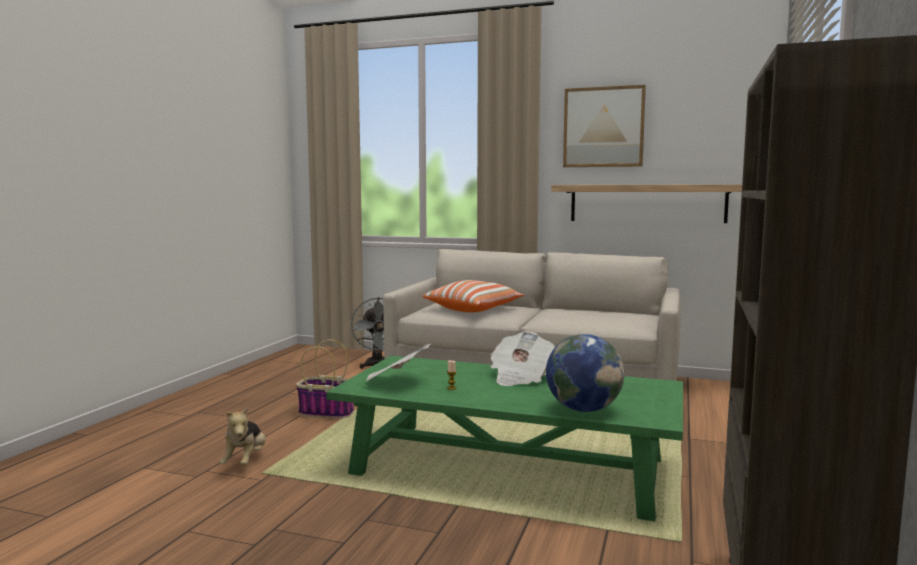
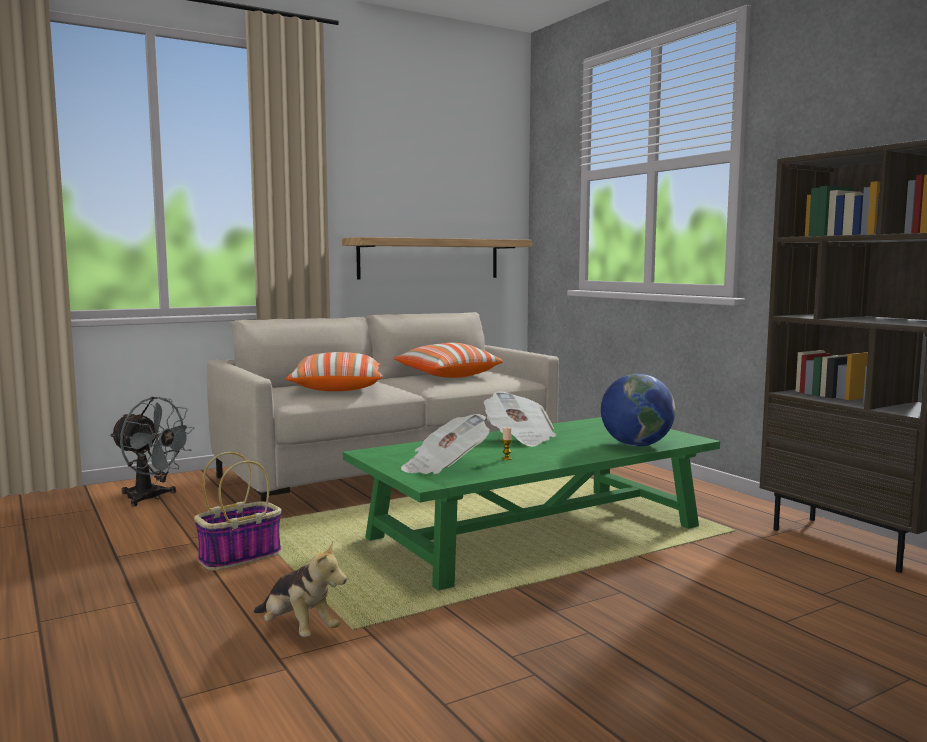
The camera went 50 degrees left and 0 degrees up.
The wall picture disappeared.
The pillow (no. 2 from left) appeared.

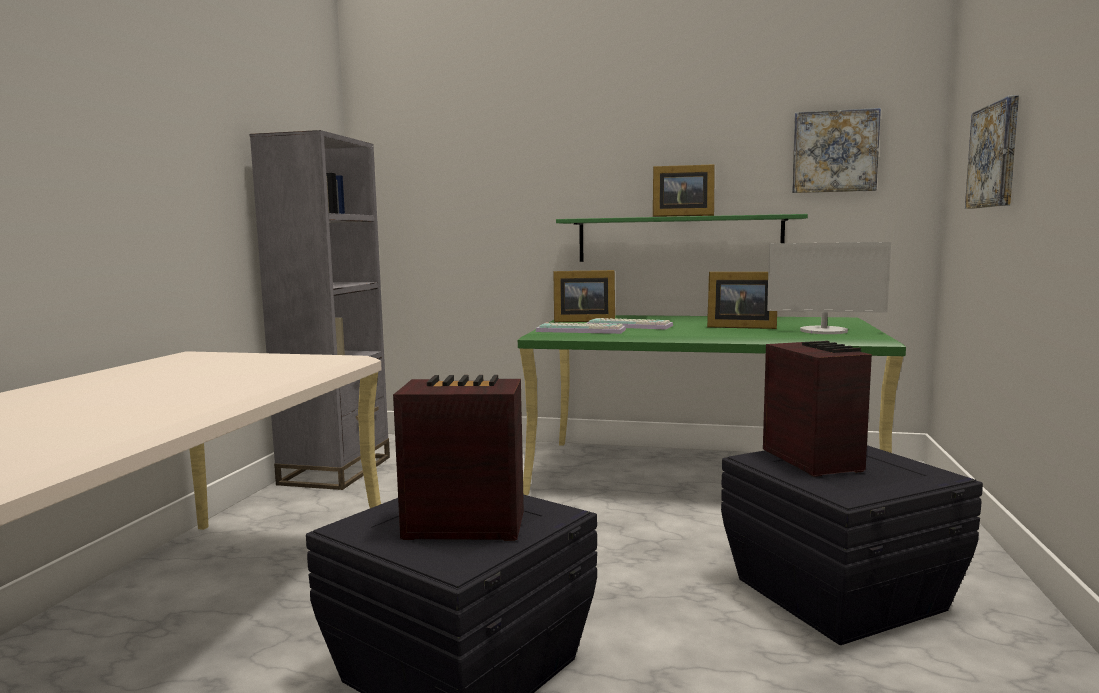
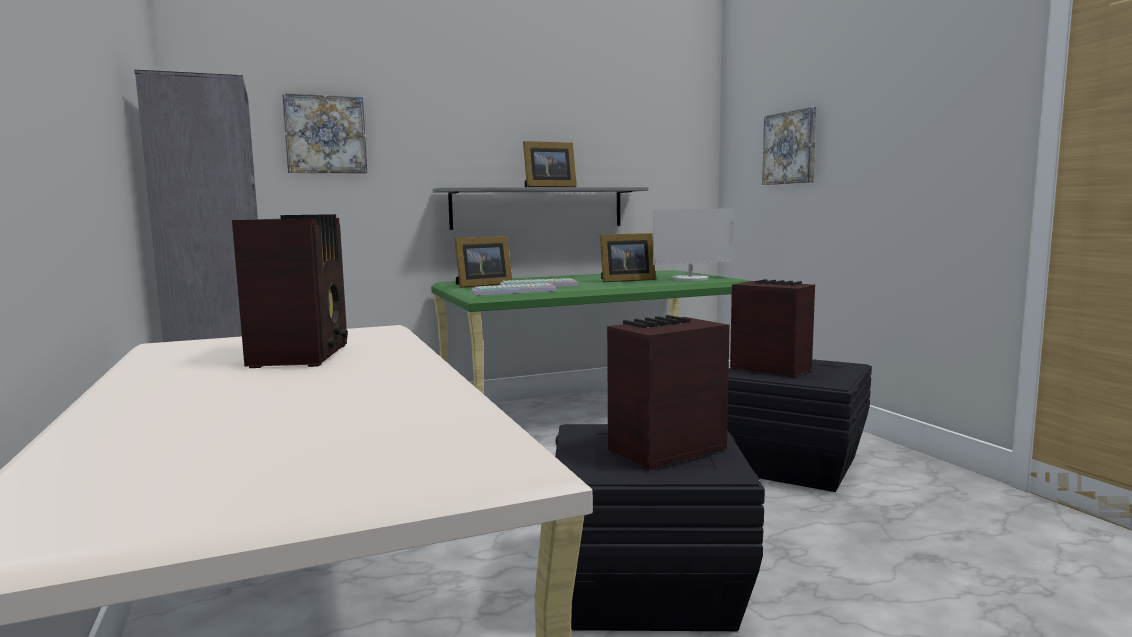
The camera went 35 degrees left and 0 degrees up.
The wall picture (no. 1 from left) moved.
The wall shelf/greenish became the wall shelf/greyish.
The radio (no. 1 from left) appeared.

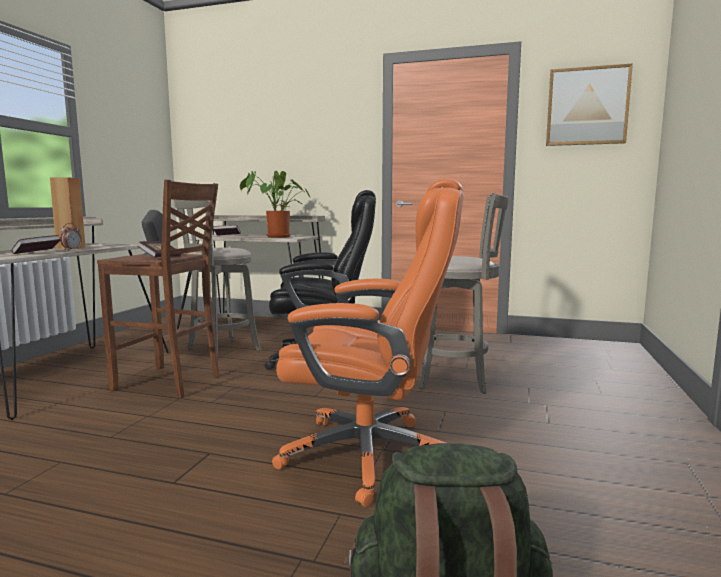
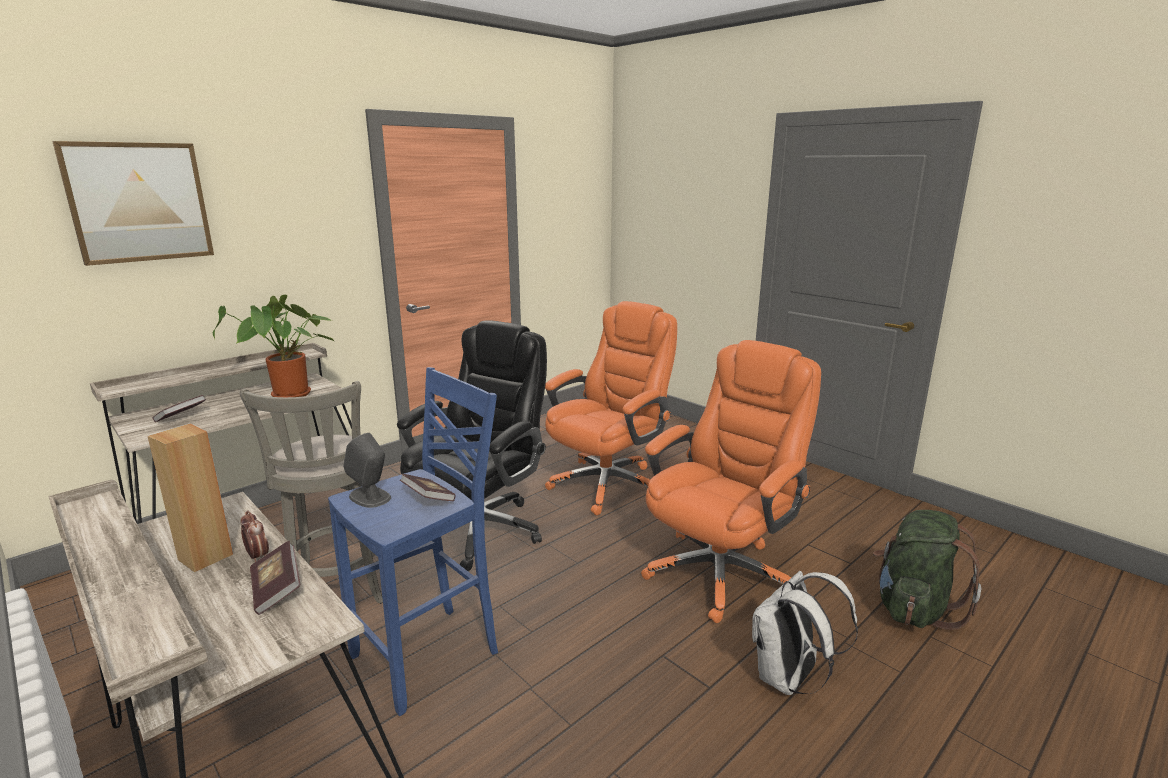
The camera went 60 degrees left and 10 degrees up.
The wall picture moved.
The stool/brownish became the stool/bluish.
The stool/greyish (no. 2 from left) was replaced by the office chair/orangey (no. 1 from left).
The knapsack/white appeared.

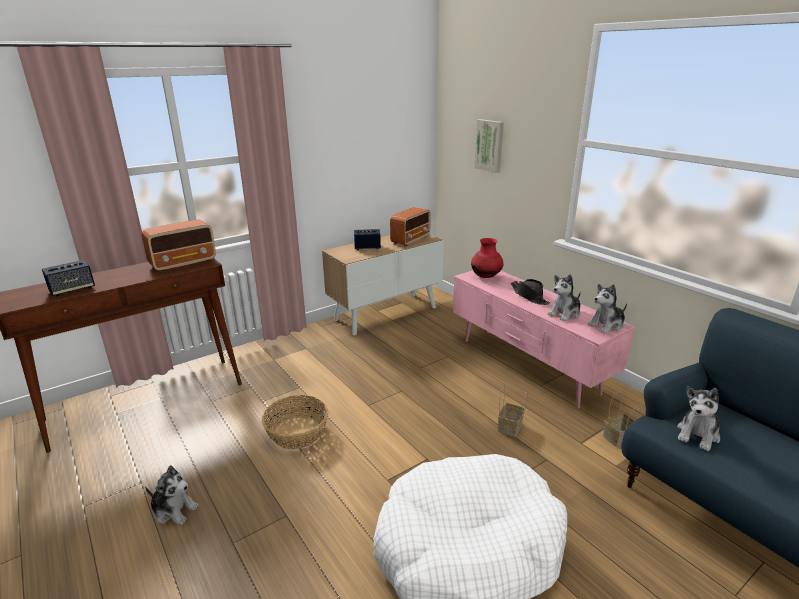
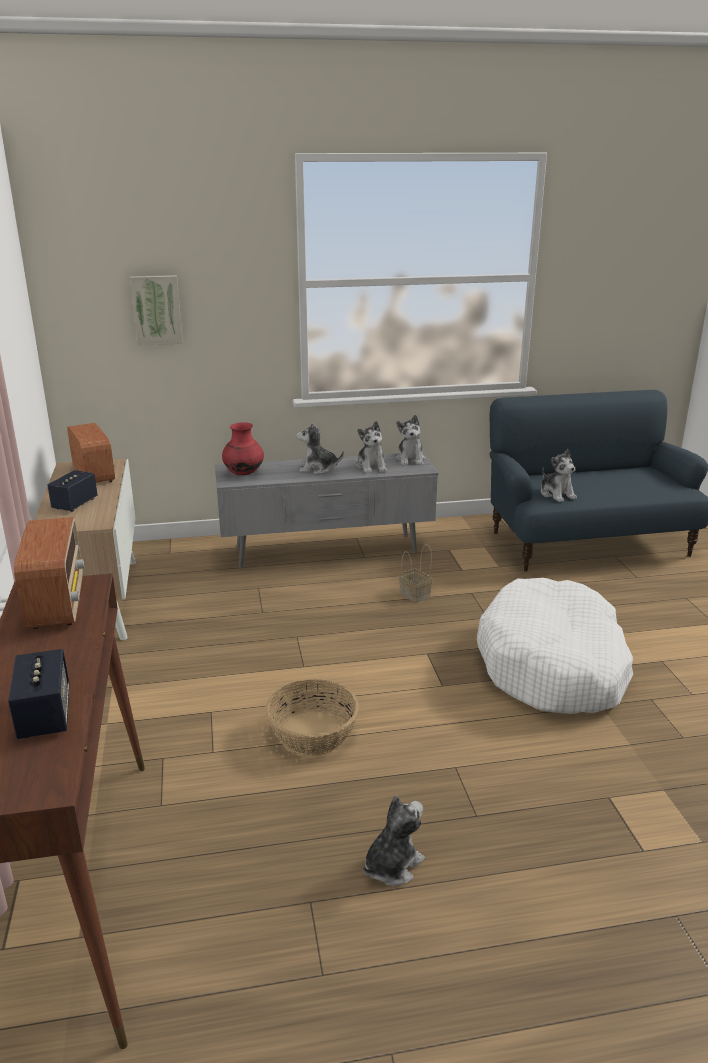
The camera went 65 degrees left and 0 degrees up.
The tv stand/pinkish became the tv stand/greyish.
The hat/black was replaced by the cuddly toy (no. 1 from left).
The basket (no. 3 from left) disappeared.

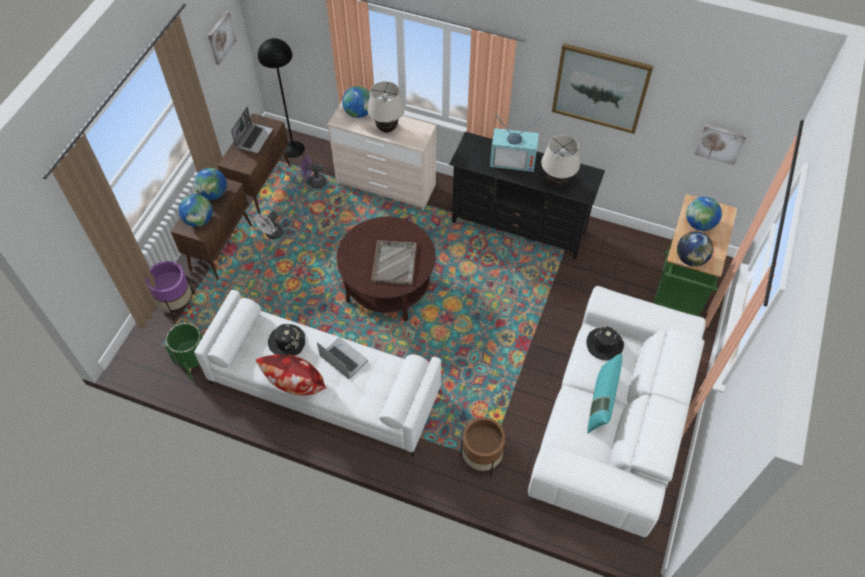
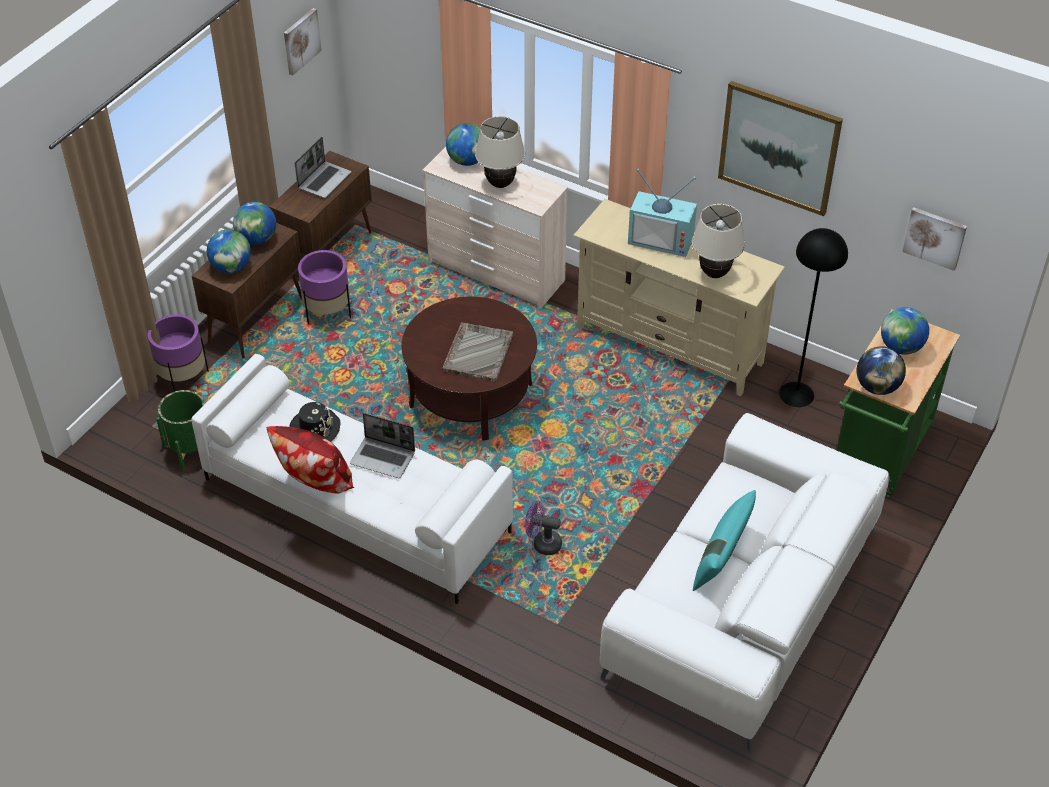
The camera went 10 degrees right and 10 degrees down.
The floor lamp/black moved.
The tv stand/black became the tv stand/sand-coloured.
The fan/purple moved.
The fan/white was replaced by the flower pot/purple (no. 2 from left).
The hat/black (no. 2 from left) disappeared.
The portable computer (no. 2 from left) turned 150 degrees clockwise.
The flower pot/brownish disappeared.

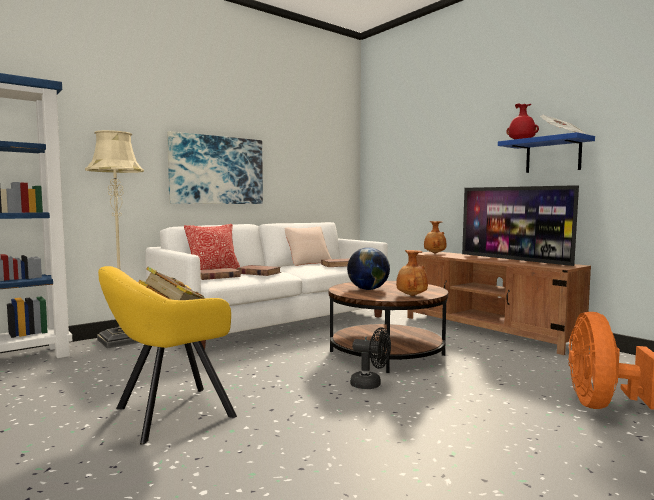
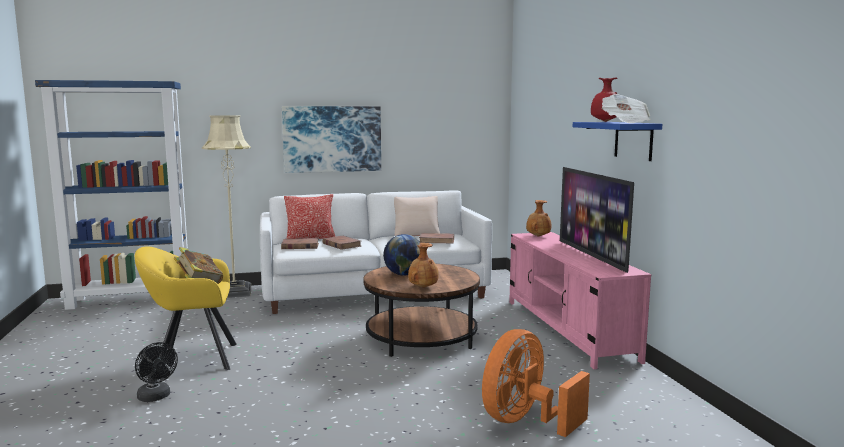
The camera went 25 degrees right and 5 degrees up.
The tv stand/brownish became the tv stand/pinkish.
The fan/black moved.

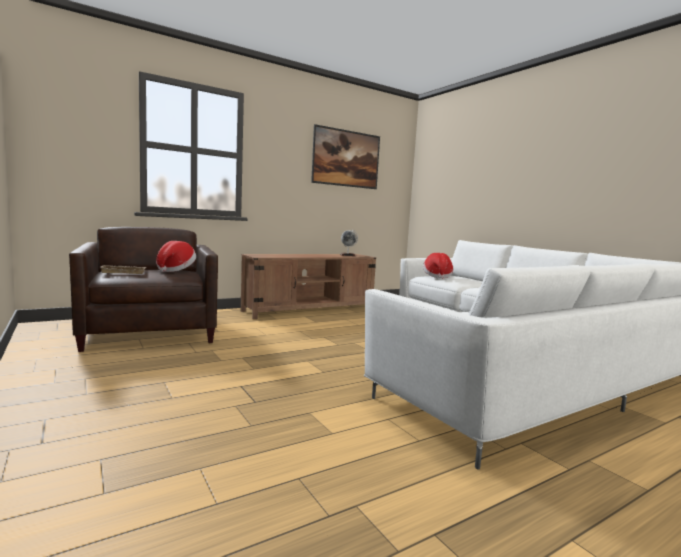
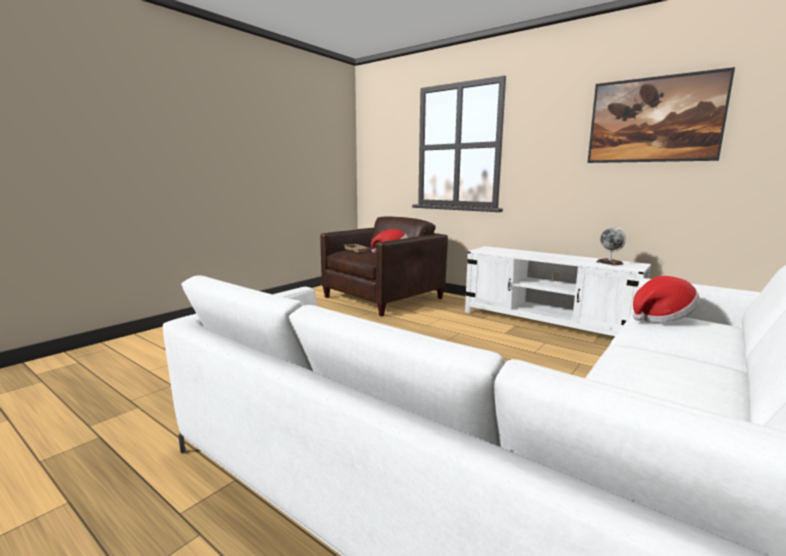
The camera went 70 degrees right and 5 degrees up.
The tv stand/brownish became the tv stand/white.

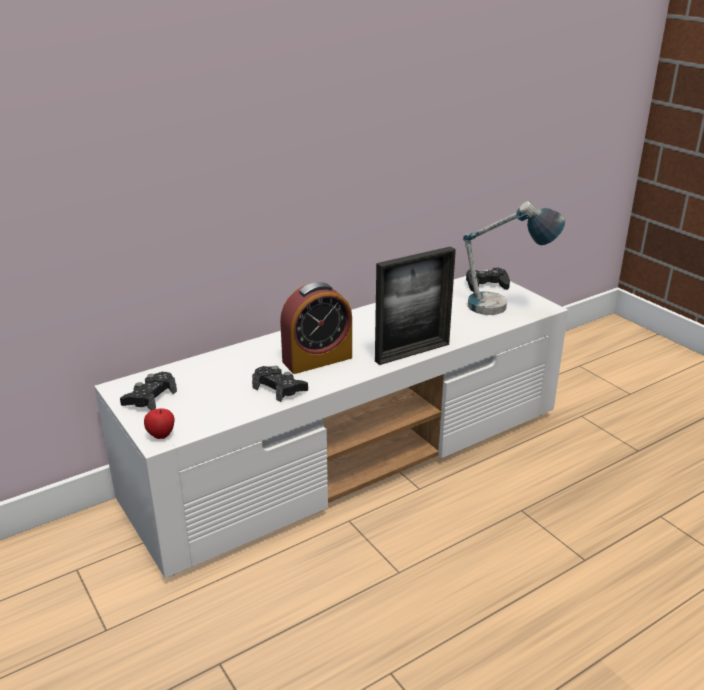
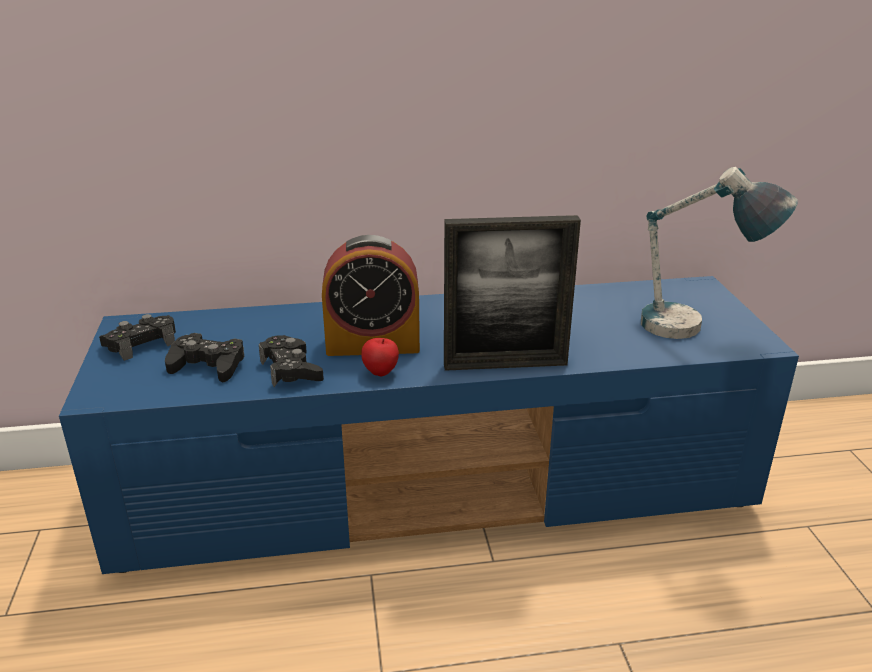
The camera went 25 degrees right and 0 degrees up.
The game controller/black (no. 3 from left in the first image) moved.
The tv stand/white became the tv stand/bluish.
The apple fruit moved.

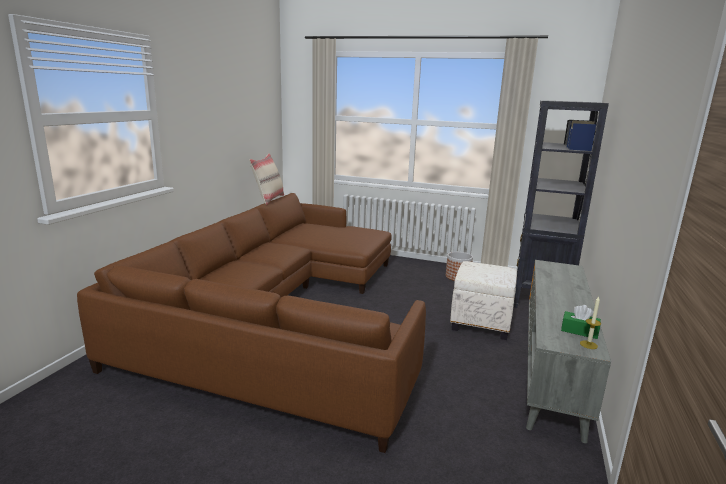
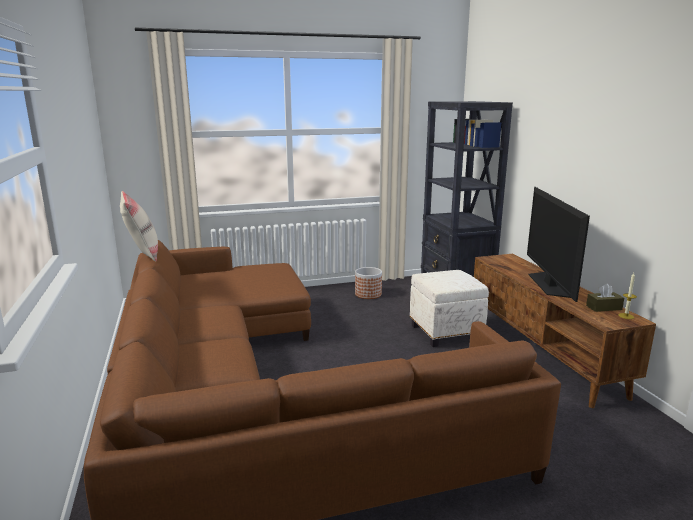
The camera went 35 degrees left and 0 degrees up.
The tv stand/greyish became the tv stand/brownish.
The tissue holder/greenish became the tissue holder/brownish.
The television appeared.

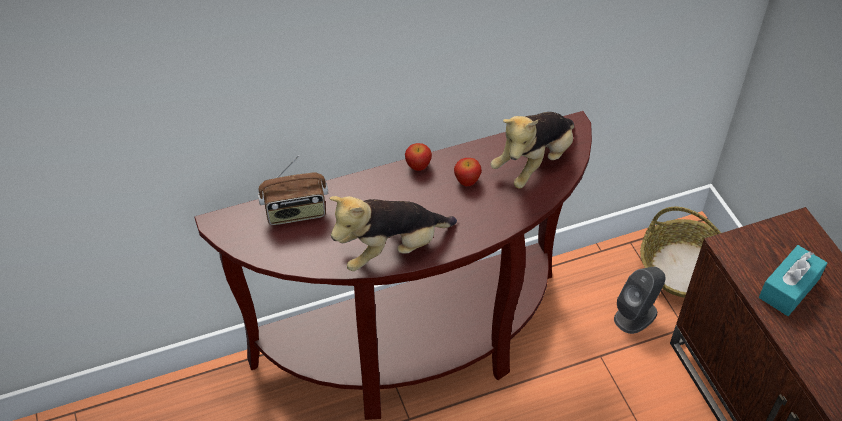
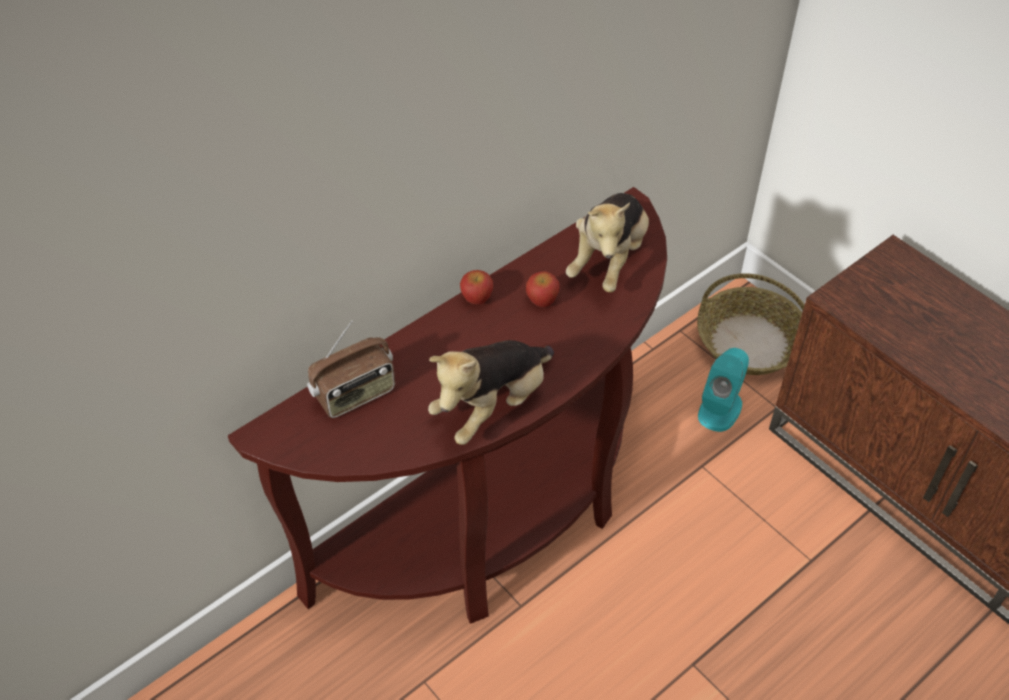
The camera went 20 degrees left and 0 degrees up.
The tissue holder/turquoise-coloured disappeared.
The audio speaker/greyish became the audio speaker/turquoise-coloured.

